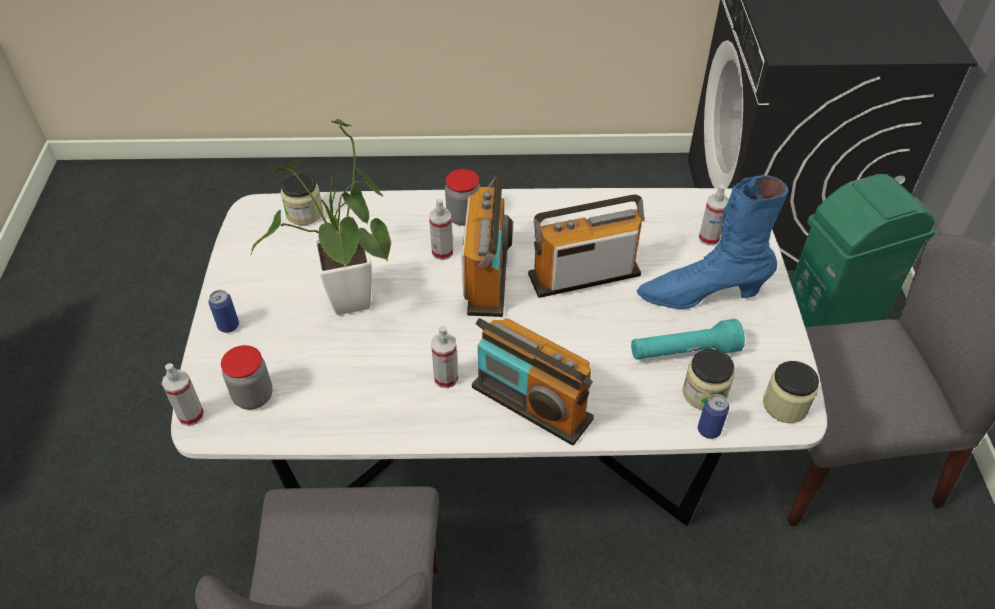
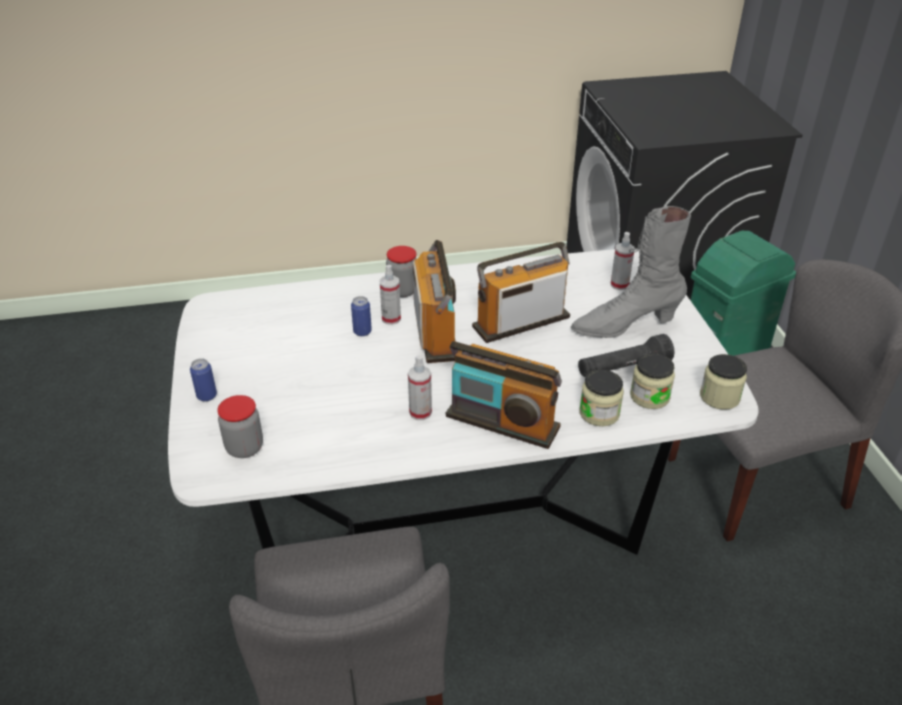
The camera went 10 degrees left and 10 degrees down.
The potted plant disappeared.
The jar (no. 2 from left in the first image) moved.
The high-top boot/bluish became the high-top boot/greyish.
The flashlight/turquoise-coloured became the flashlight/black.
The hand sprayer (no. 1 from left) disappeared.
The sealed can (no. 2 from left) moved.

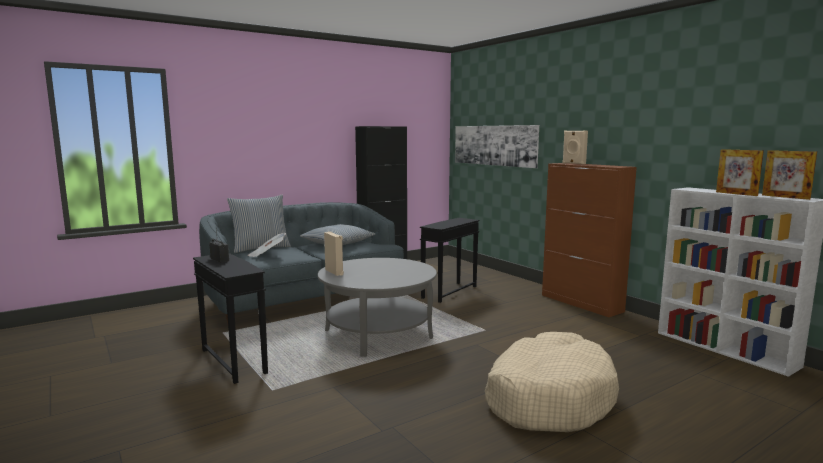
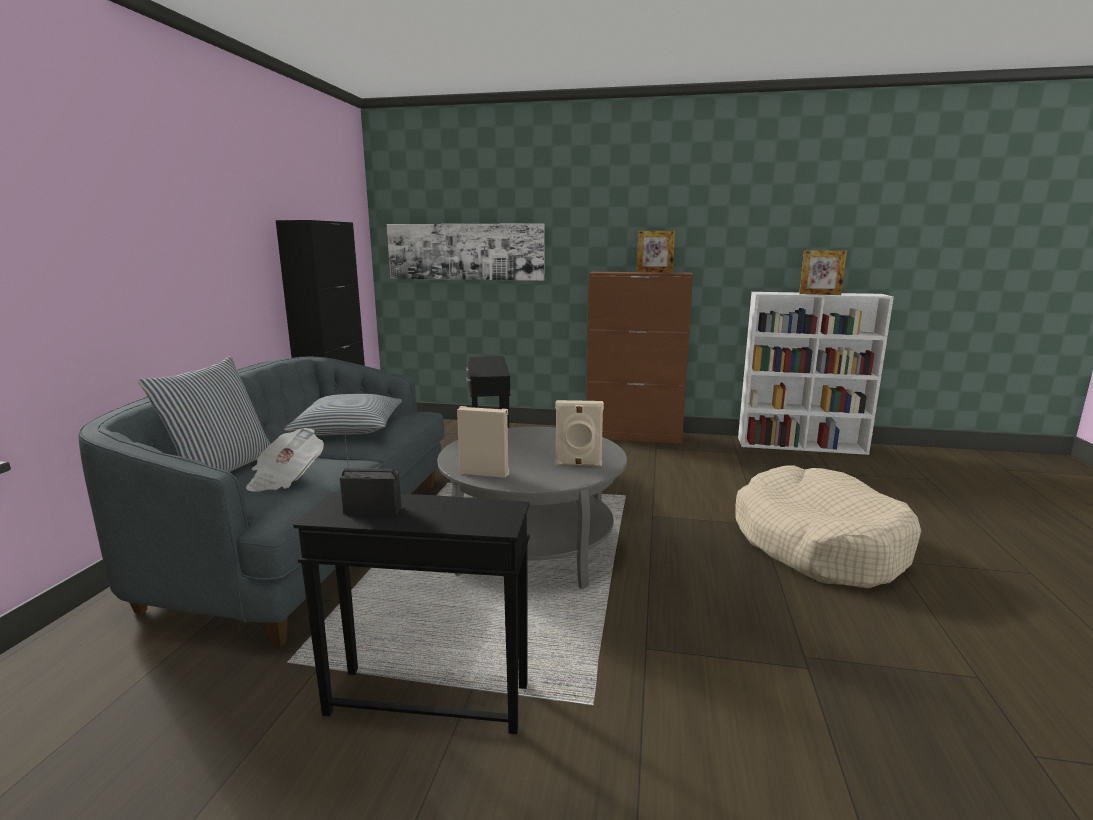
The camera went 45 degrees left and 5 degrees up.
The audio speaker/sand-coloured (no. 2 from left) moved.
The standing frame (no. 2 from left in the first image) moved.

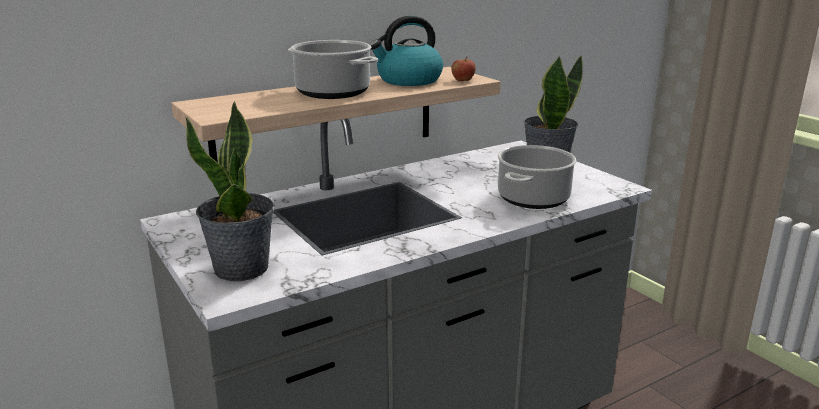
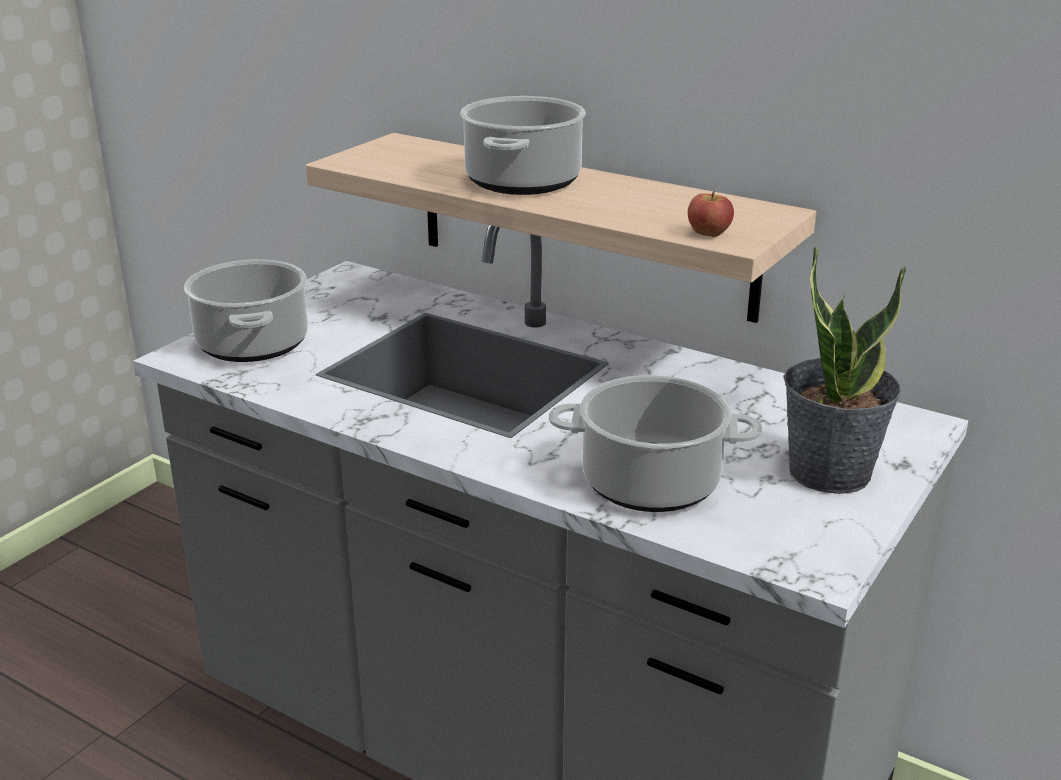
The camera went 65 degrees right and 5 degrees up.
The water kettle disappeared.
The potted plant (no. 1 from left) was replaced by the cooking pot (no. 1 from left).

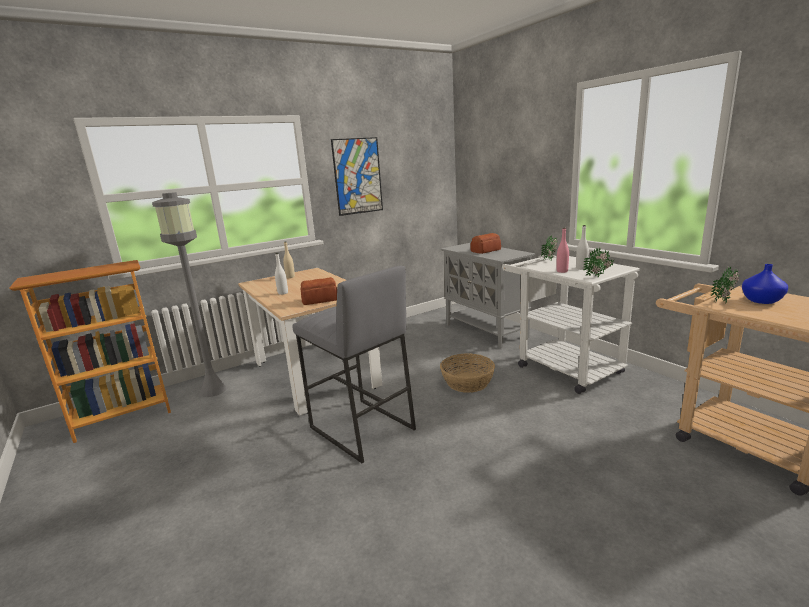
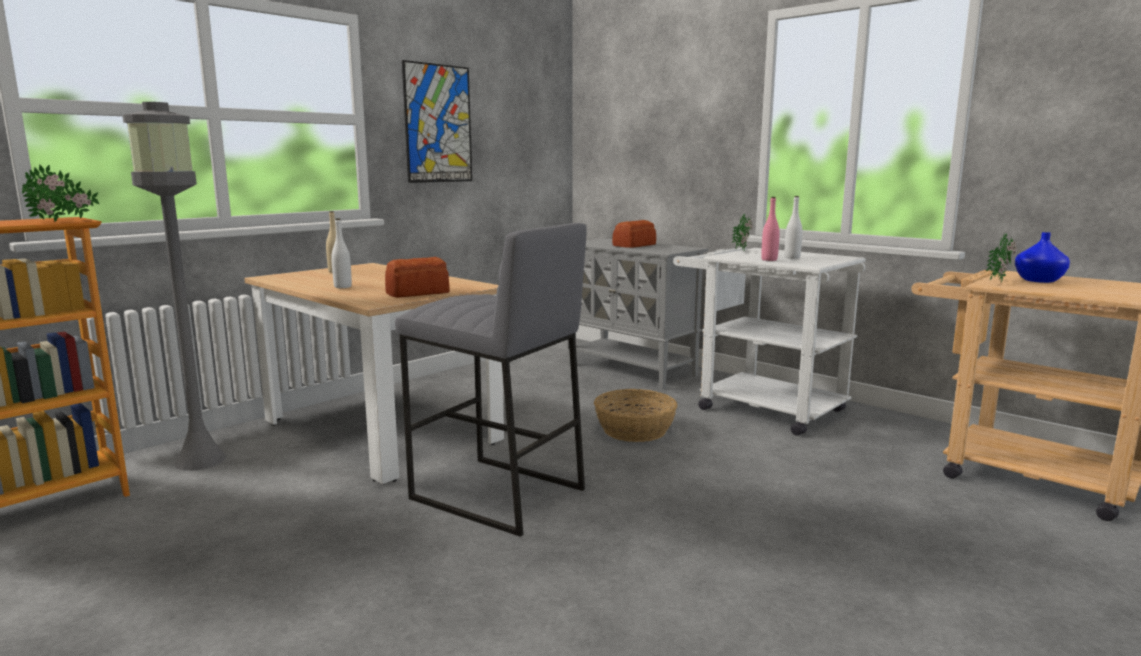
The camera went 15 degrees left and 5 degrees down.
The potted plant (no. 2 from left in the first image) moved.

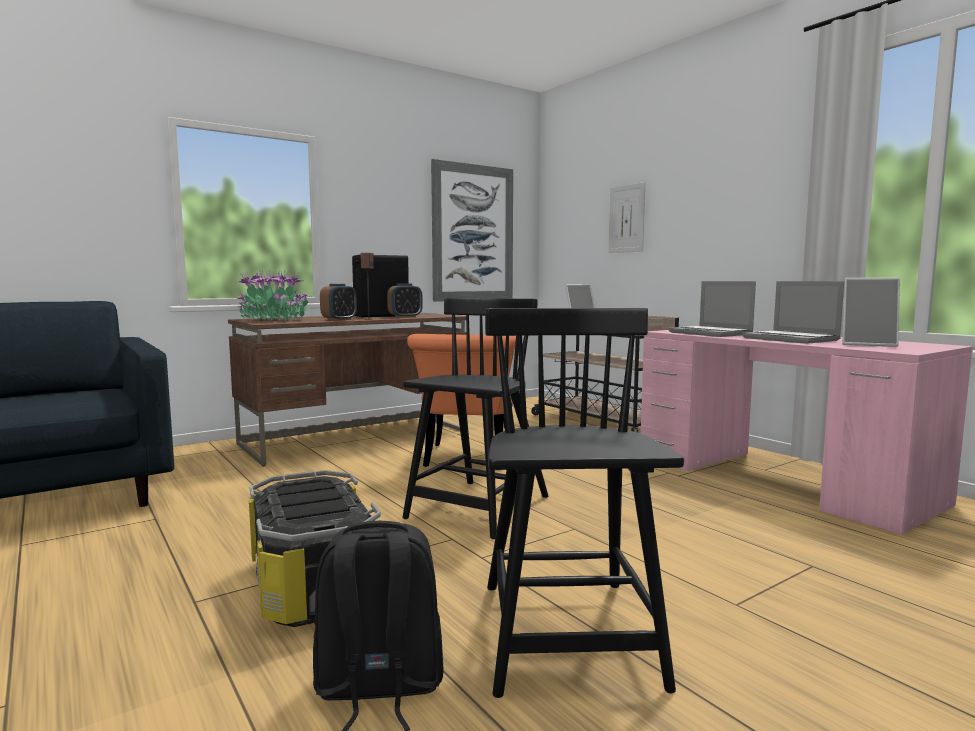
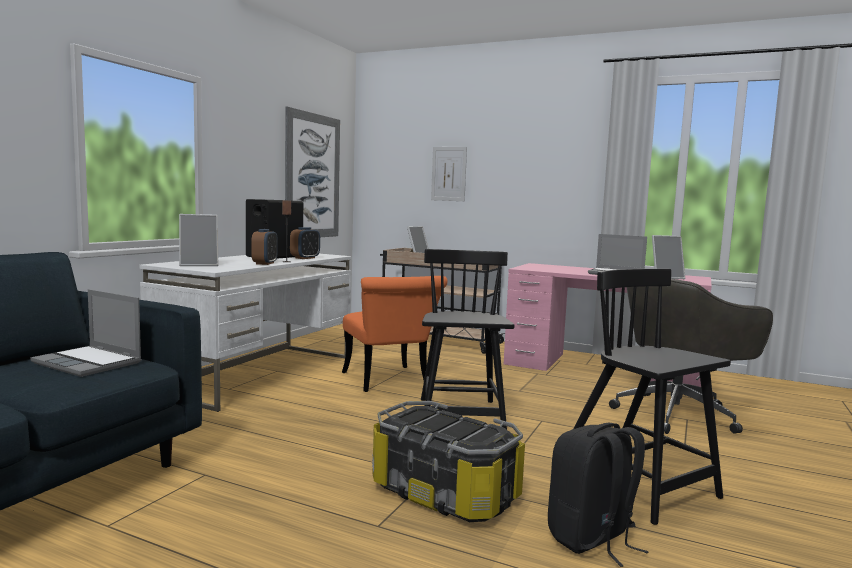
The camera went 30 degrees left and 0 degrees up.
The potted plant was replaced by the standing frame (no. 1 from left).
The portable computer (no. 1 from left) moved.
The desk/brownish became the desk/white.
The office chair/greyish appeared.

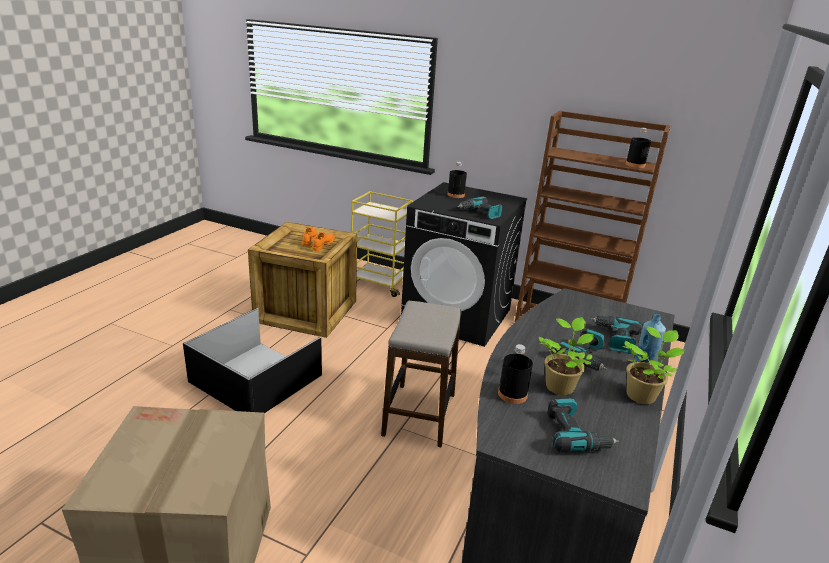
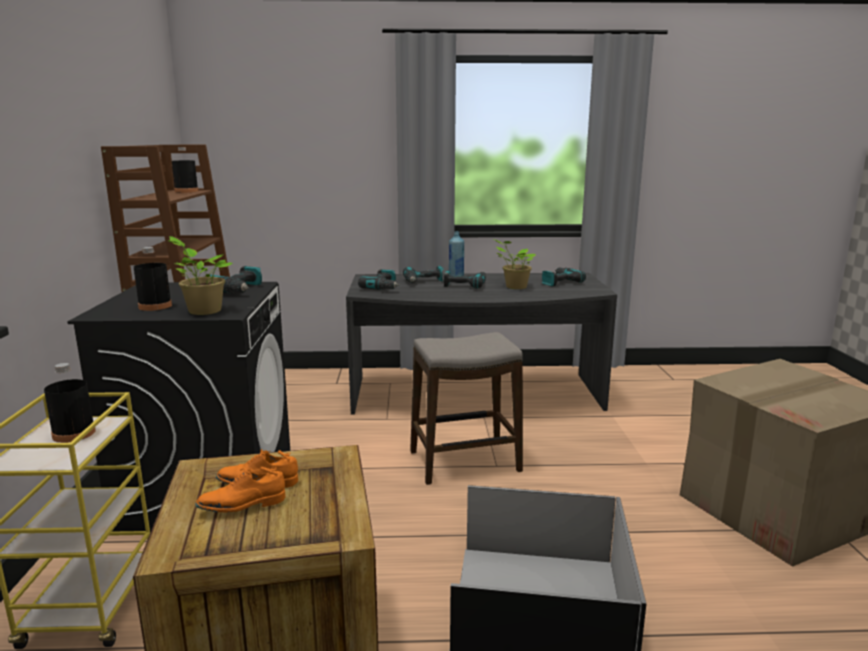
The camera went 115 degrees left and 10 degrees down.
The potted plant (no. 2 from left in the first image) moved.
The beverage bottle/black (no. 2 from left in the first image) moved.
The power drill (no. 2 from left) appeared.

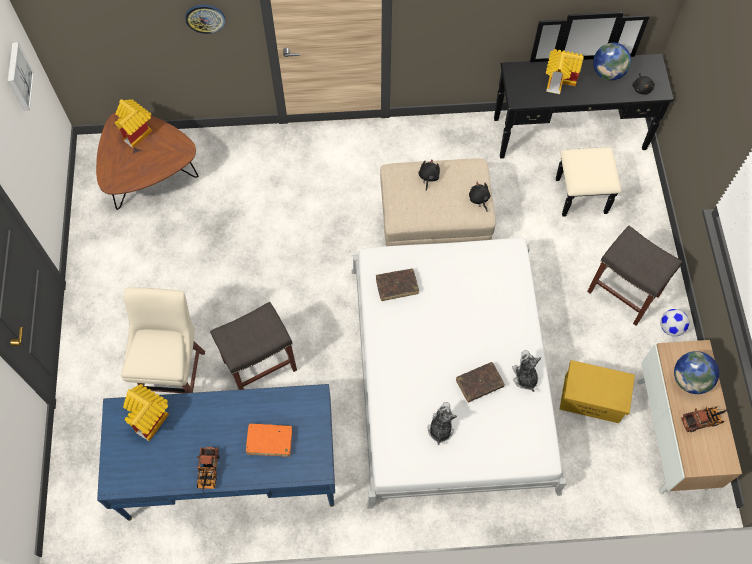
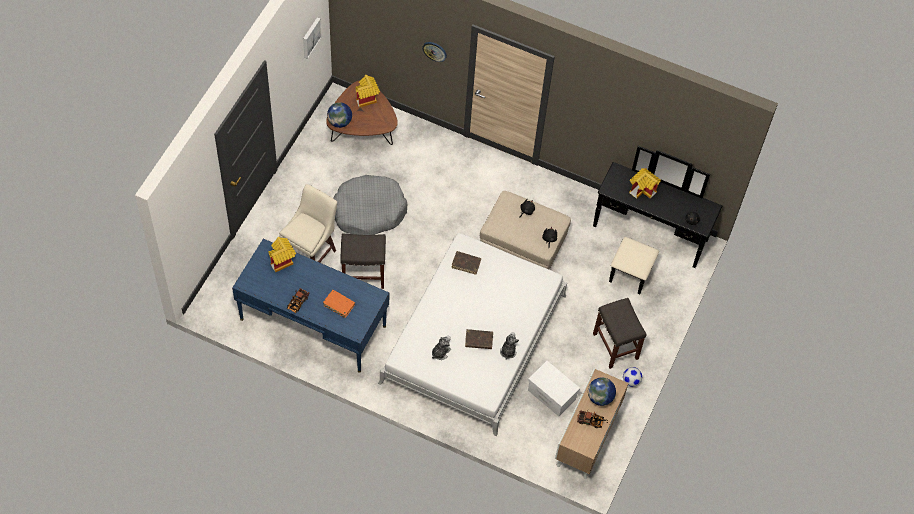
The camera went 25 degrees right and 5 degrees down.
The world globe (no. 1 from left) moved.
The storage container/yellow-coloured became the storage container/white.
The pet bed/greyish appeared.

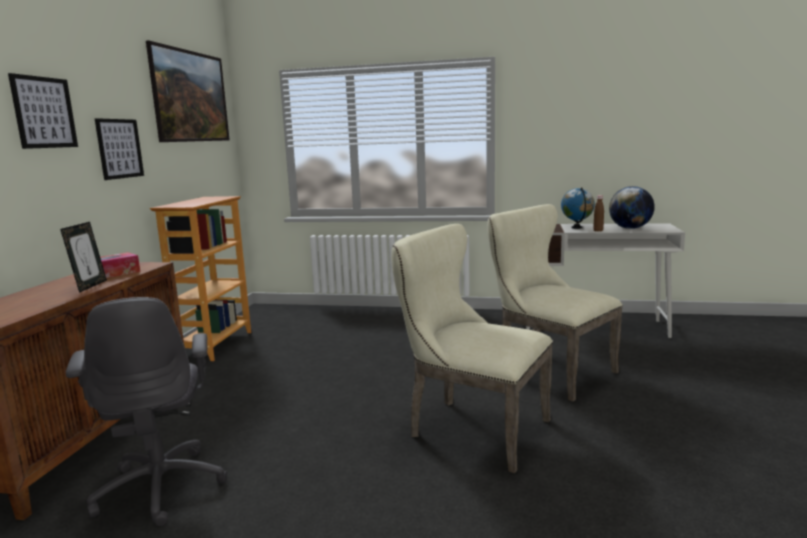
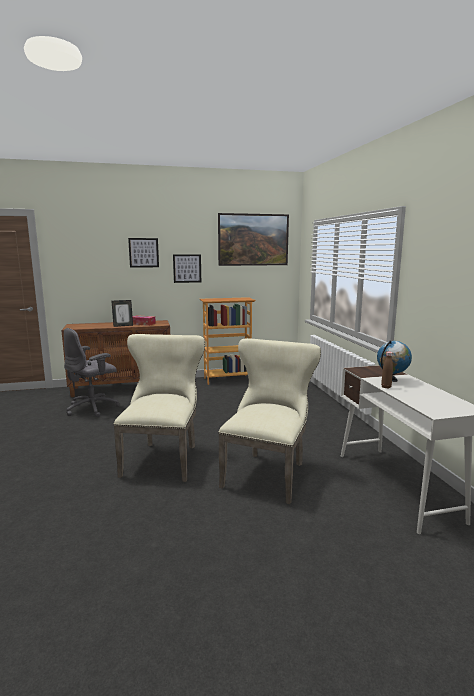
The camera went 65 degrees right and 0 degrees up.
The world globe (no. 2 from left) disappeared.

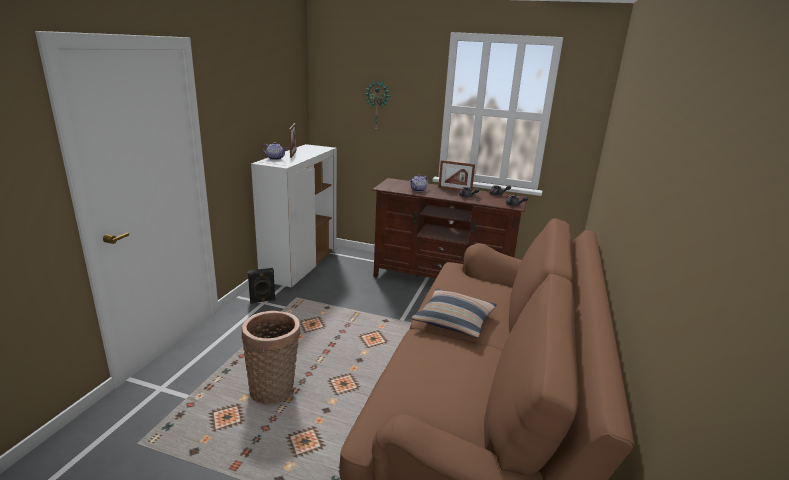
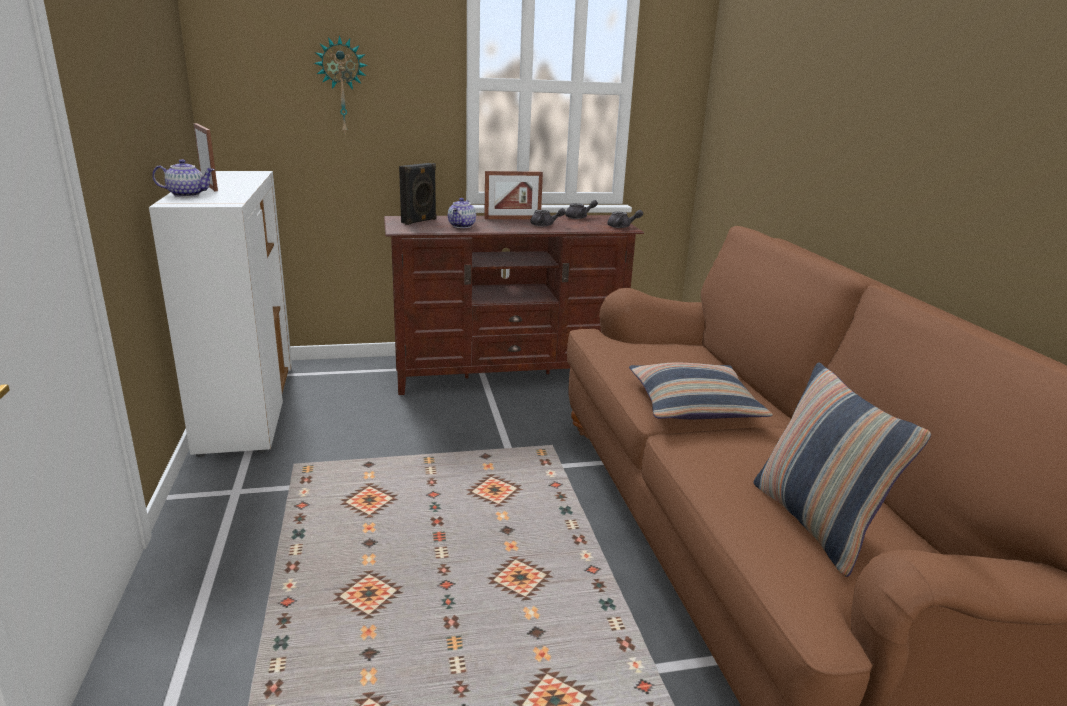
The camera went 30 degrees left and 0 degrees up.
The audio speaker/black moved.
The basket disappeared.
The pillow (no. 2 from left) appeared.

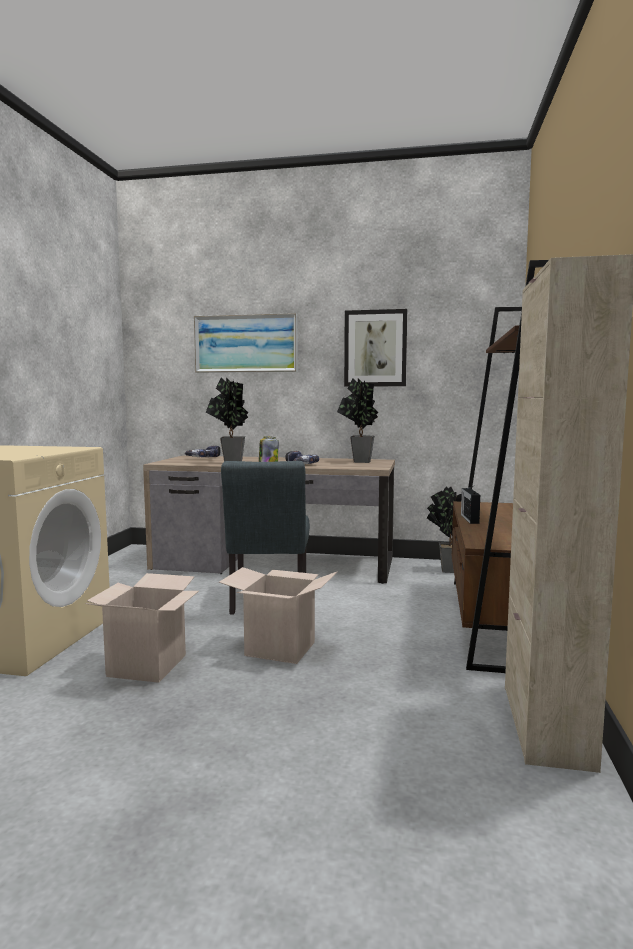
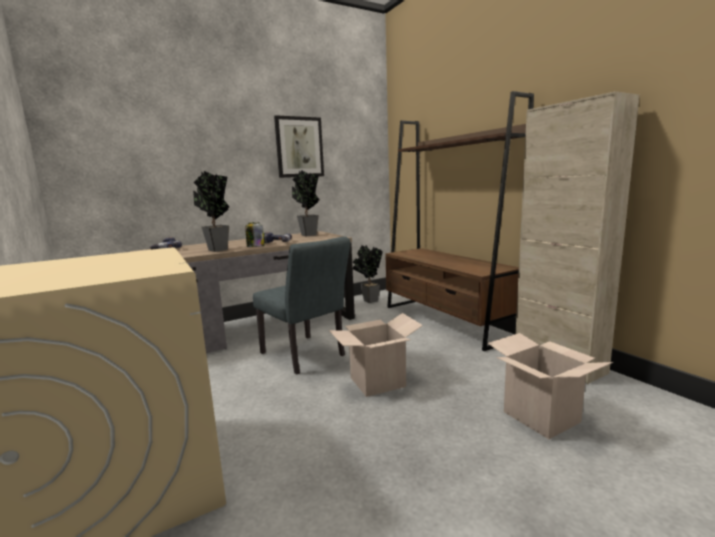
The camera went 40 degrees left and 5 degrees up.
The wall picture (no. 1 from left) disappeared.
The radio disappeared.
The packing box (no. 1 from left in the first image) moved.

